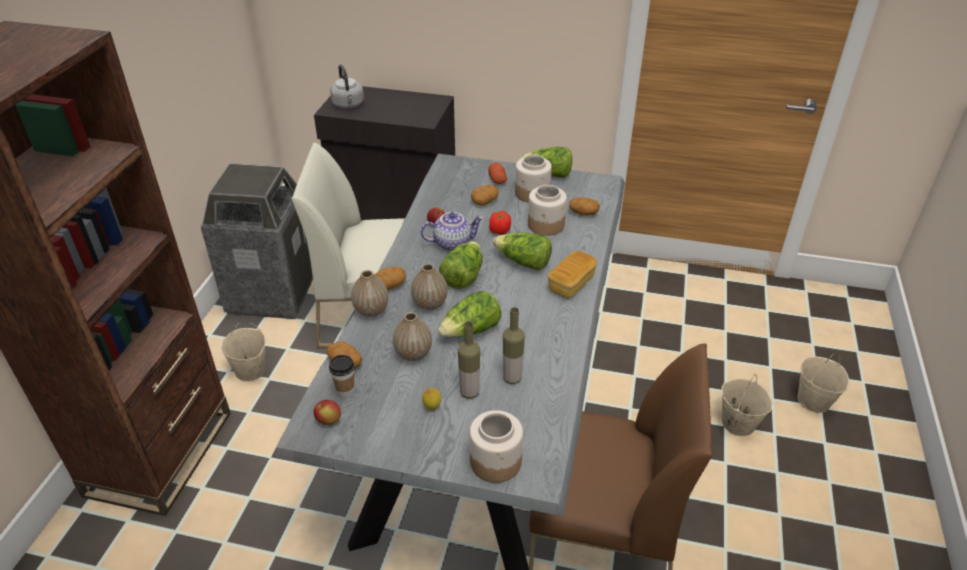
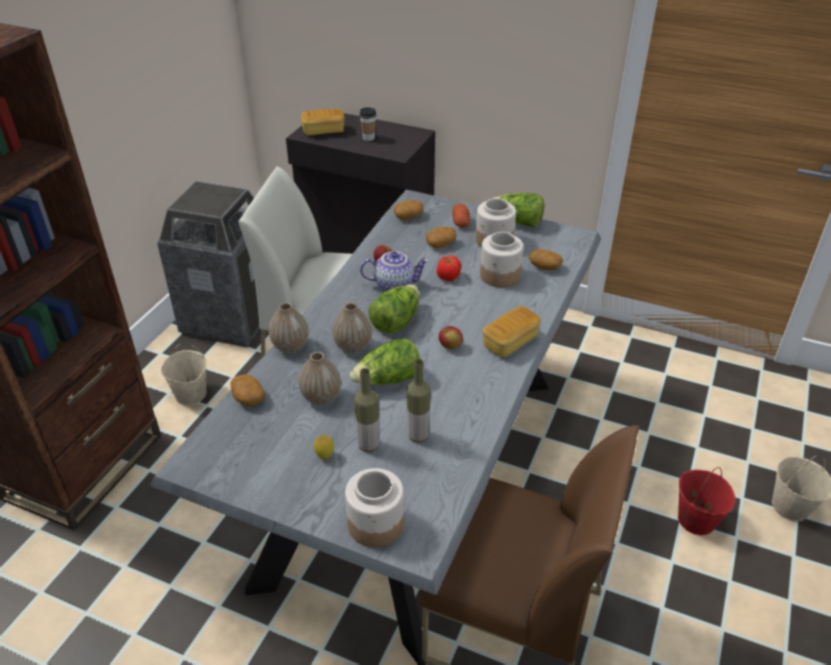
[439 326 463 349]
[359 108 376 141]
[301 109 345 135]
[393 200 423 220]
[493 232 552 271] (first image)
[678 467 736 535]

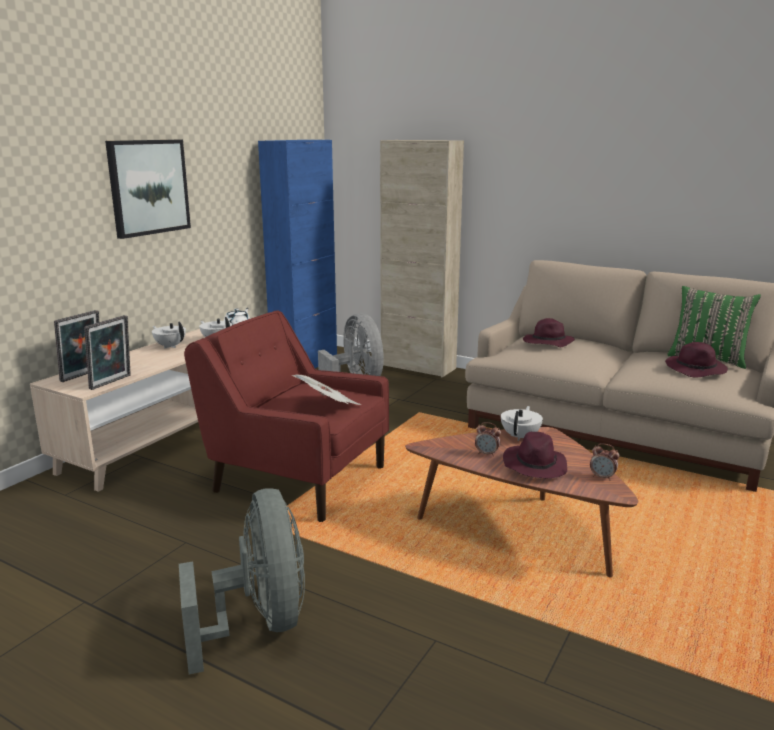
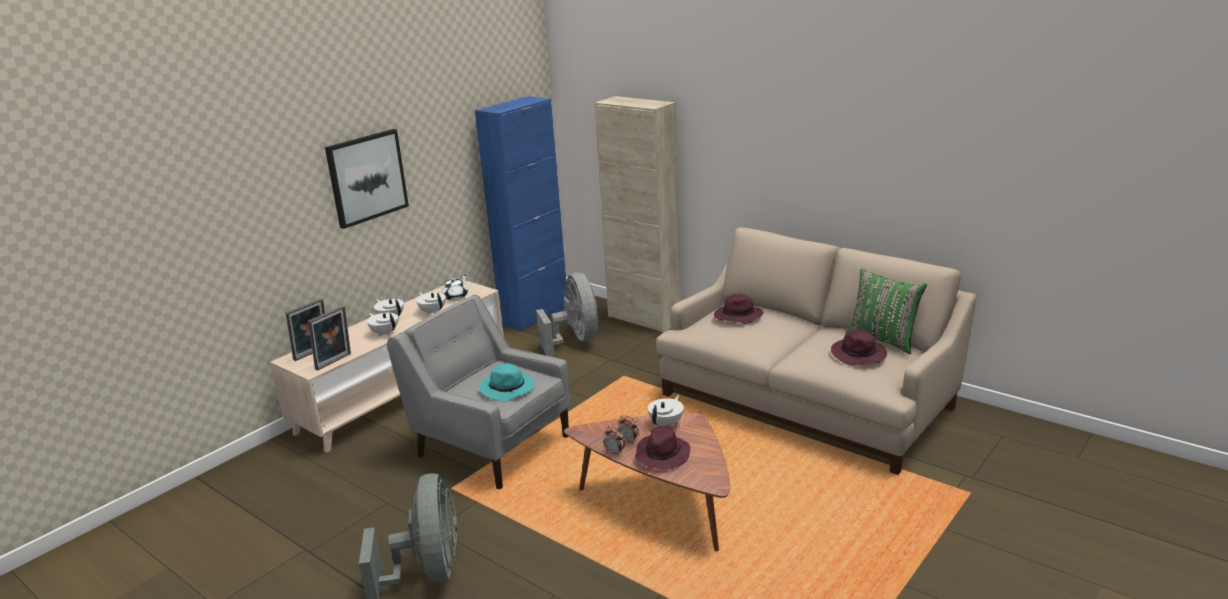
[387 295 572 489]
[479 363 535 401]
[603 426 625 456]
[367 313 398 336]

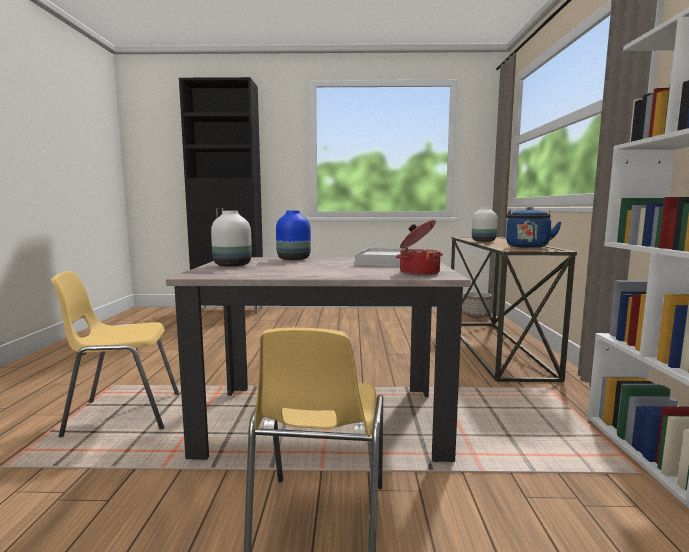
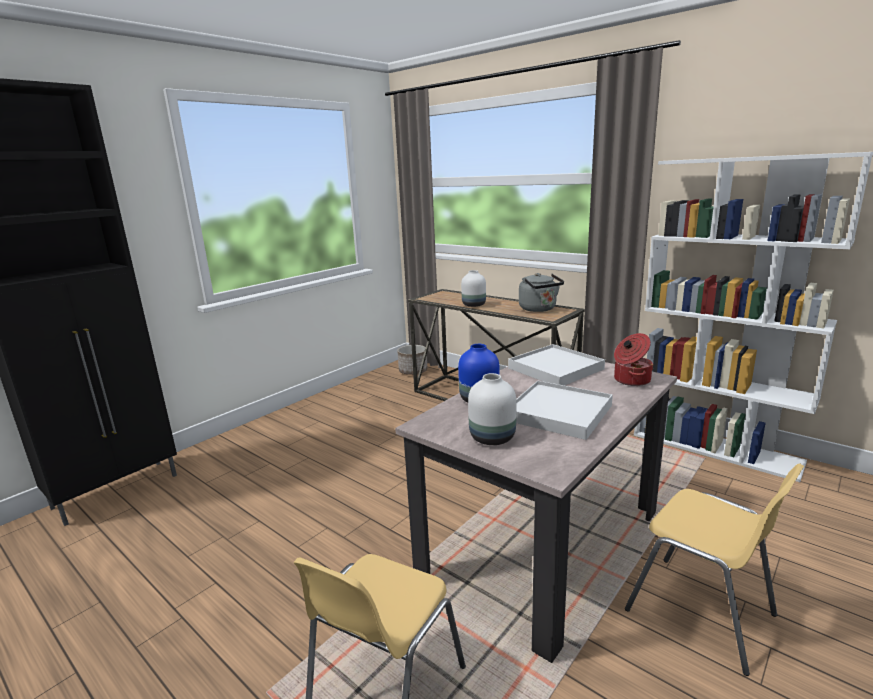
[519 273 564 312]
[516 381 613 440]

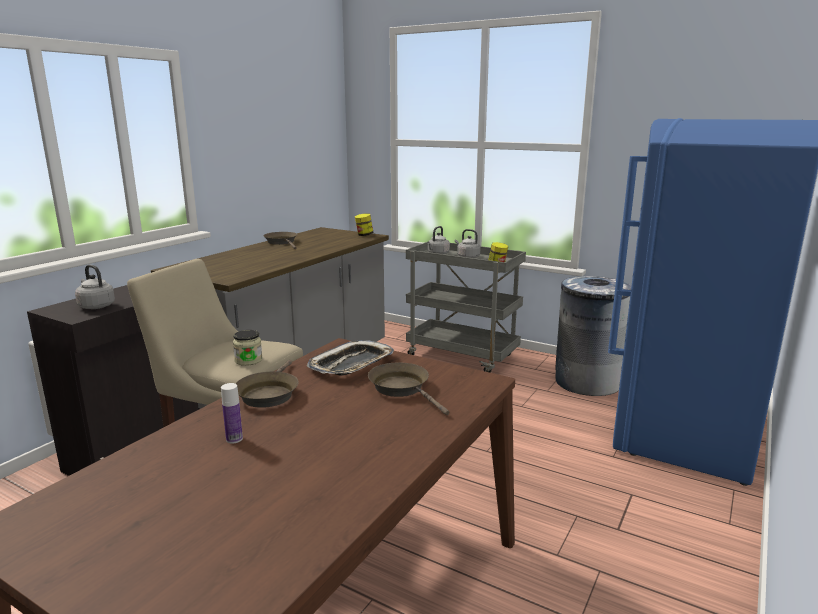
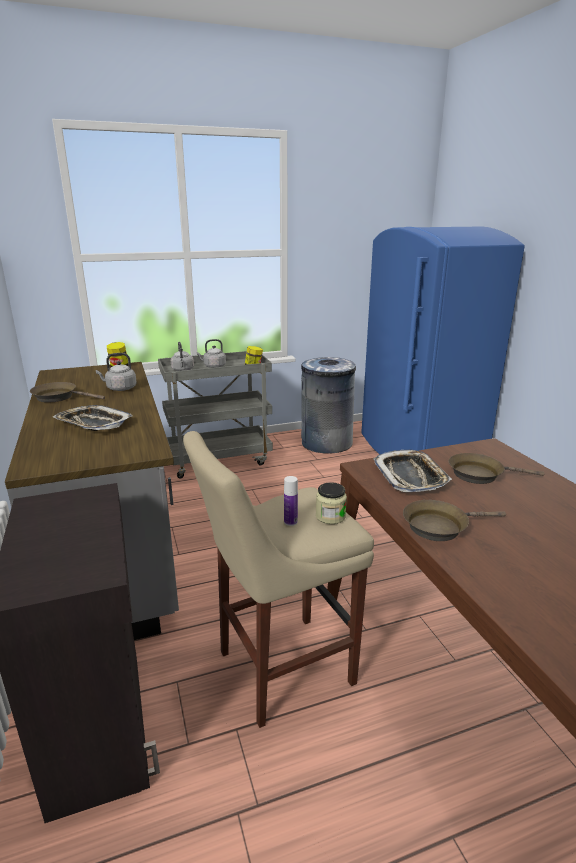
[96 353 137 391]
[284 476 298 526]
[403 500 506 541]
[53 405 133 431]

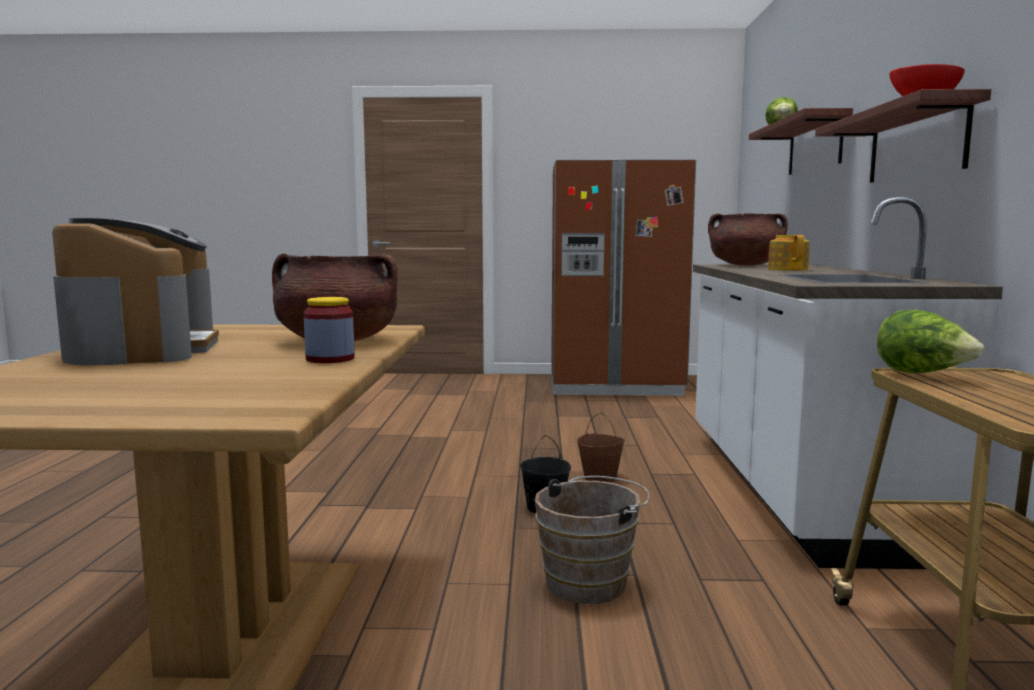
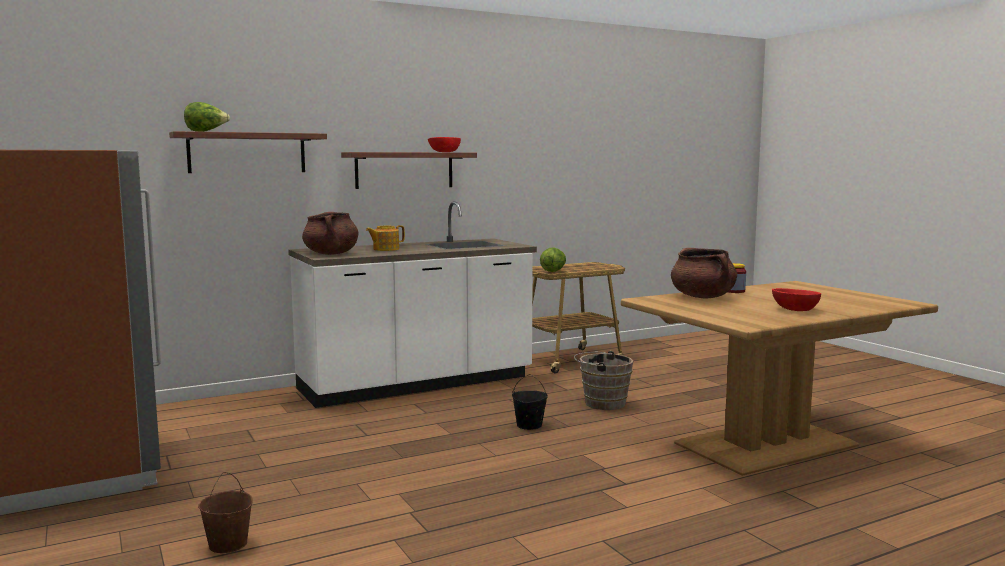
[772 288 821 311]
[198 472 253 553]

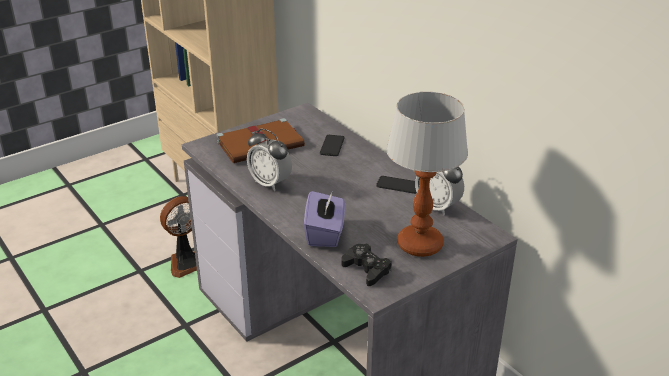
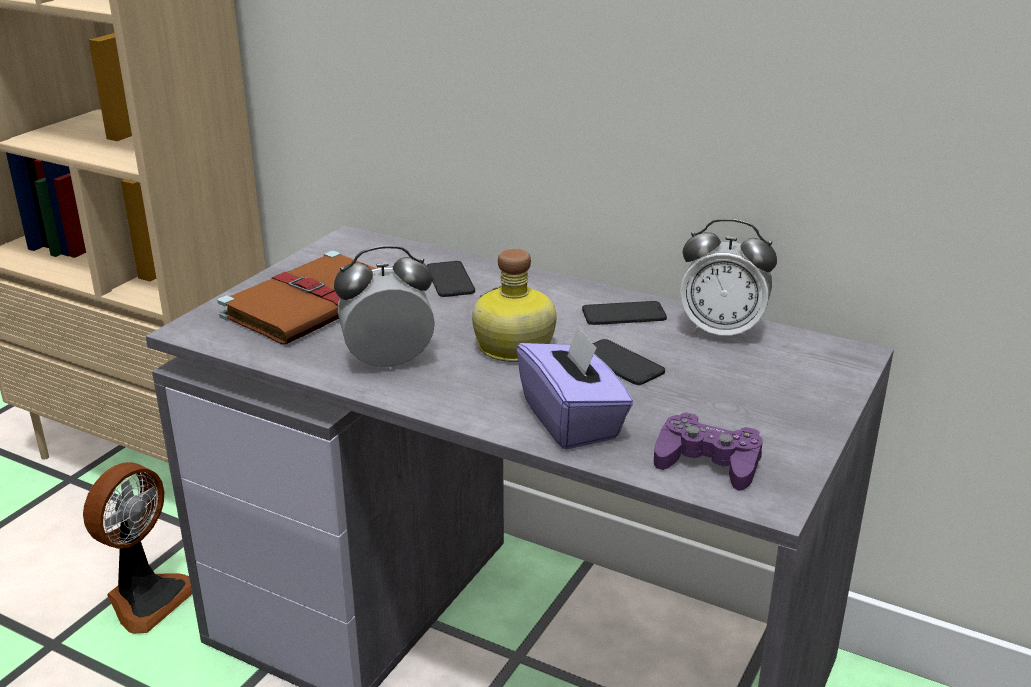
[334 245 435 369]
[654 413 763 491]
[386 92 468 257] (first image)
[472 249 557 362]
[592 339 665 385]

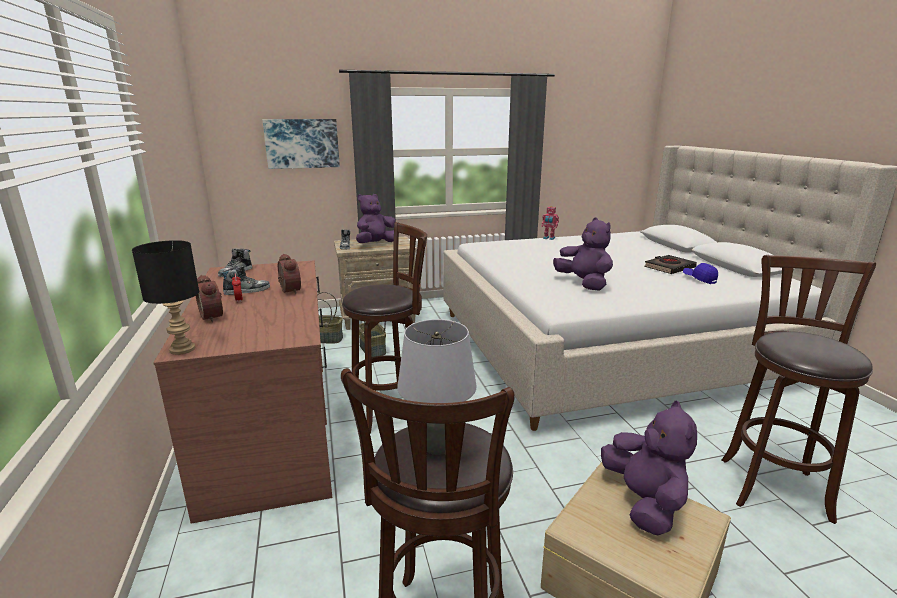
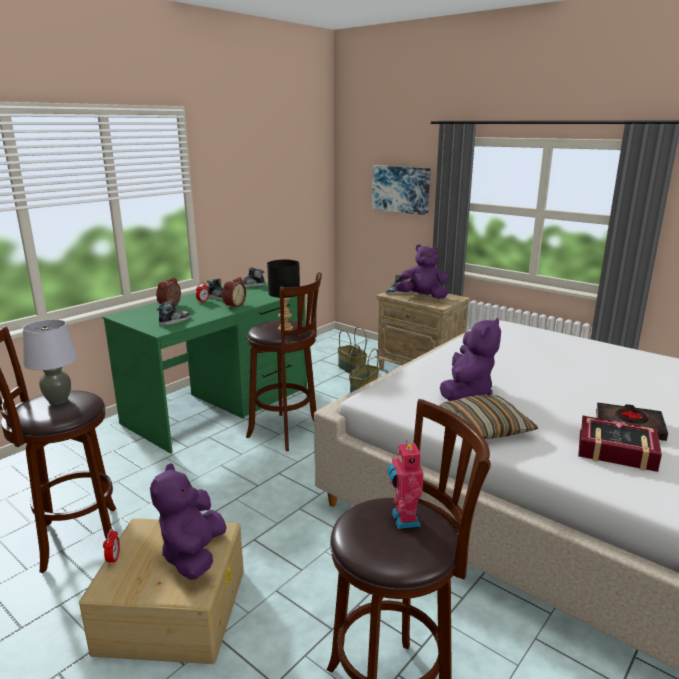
[267 260 300 331]
[102 282 307 454]
[388 440 423 529]
[150 463 227 580]
[578 416 662 472]
[103 529 120 565]
[157 300 191 326]
[440 395 538 439]

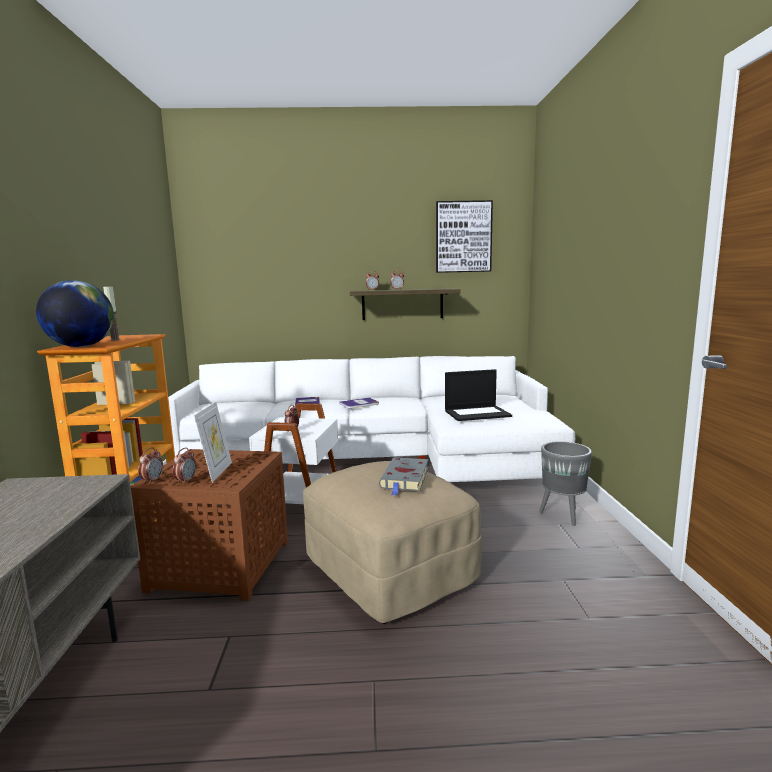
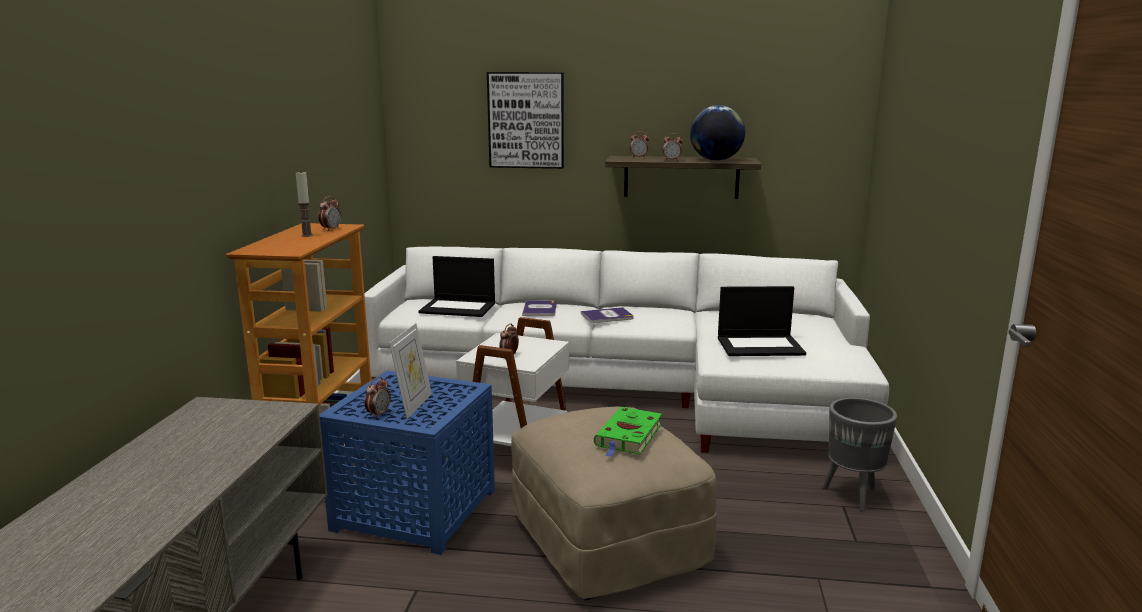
[690 105 745 161]
[319 370 495 555]
[318 196 341 231]
[594 407 662 457]
[487 72 564 169]
[419 256 495 317]

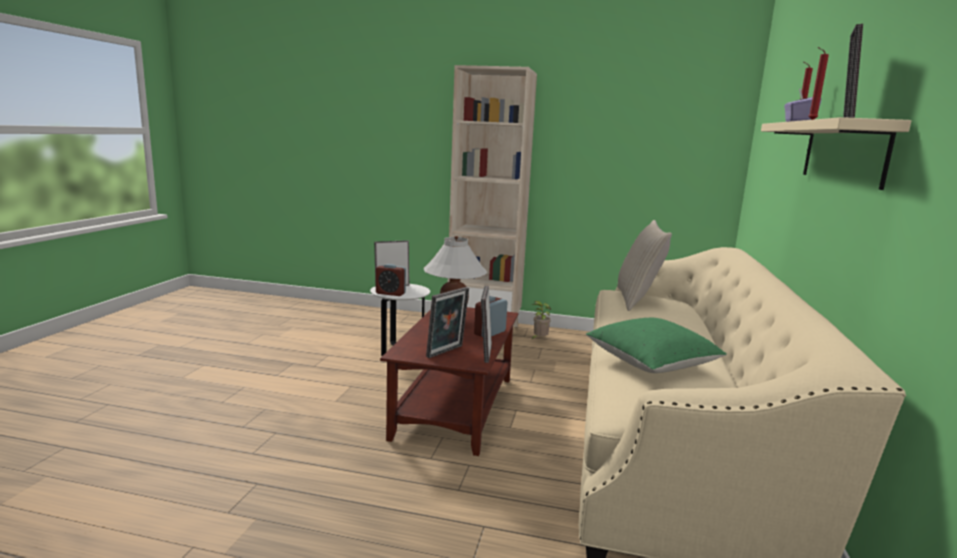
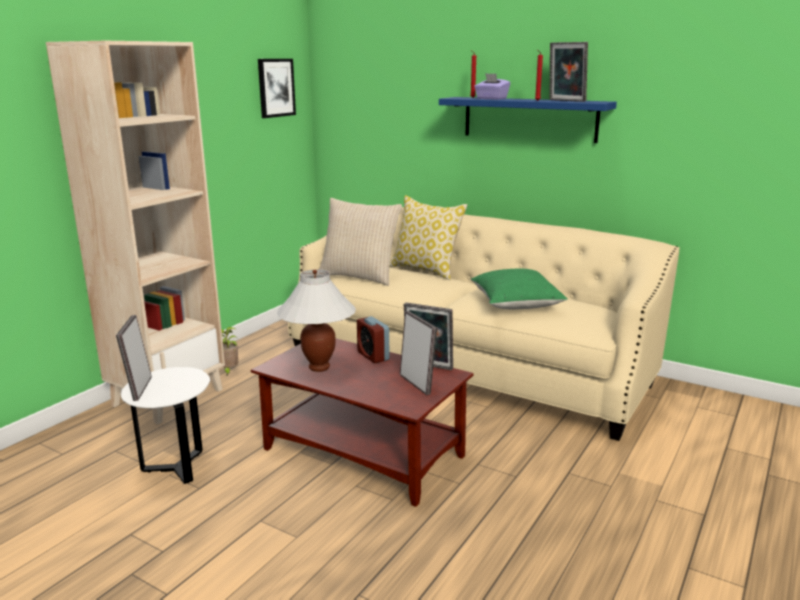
[376 264 406 296] (first image)
[439 97 617 143]
[258 59 296 118]
[390 195 468 280]

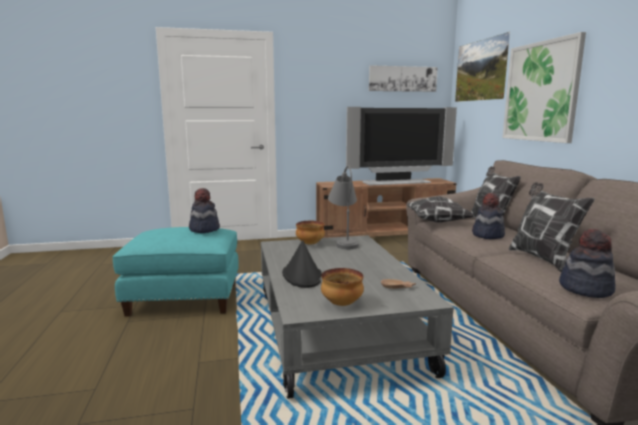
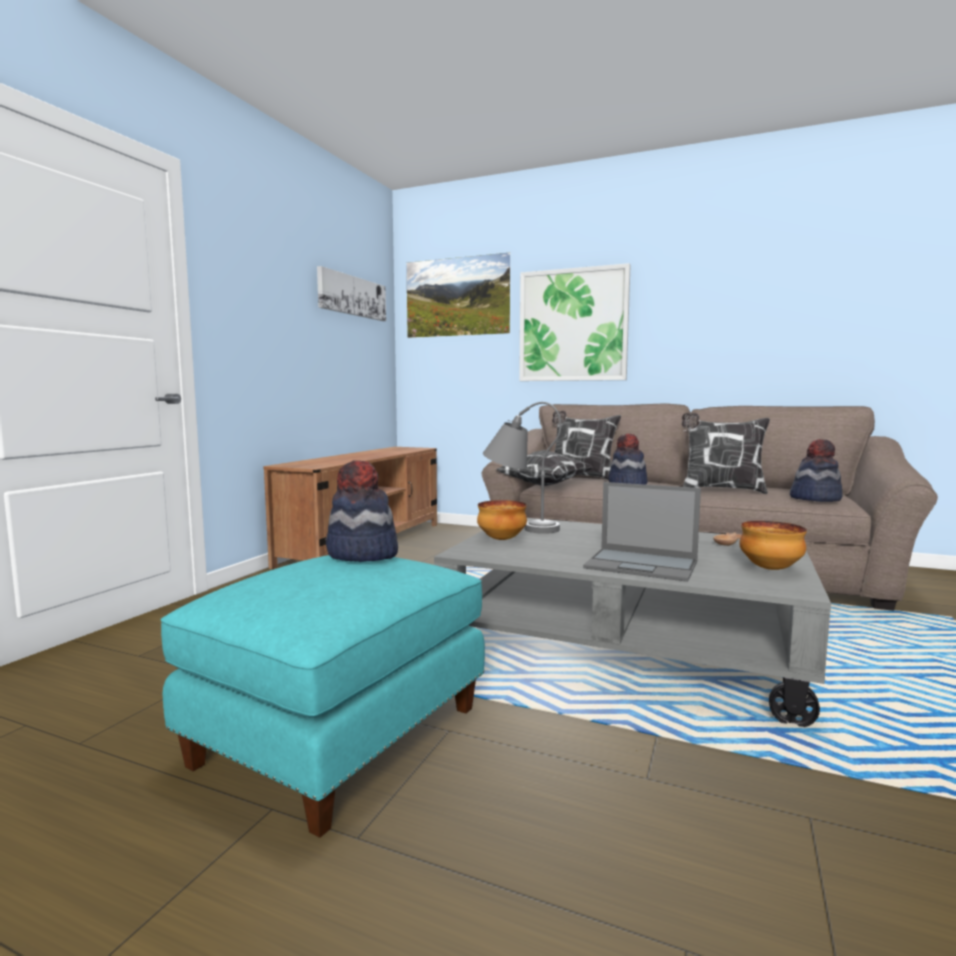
[583 482 701 582]
[346 107 457 185] (first image)

